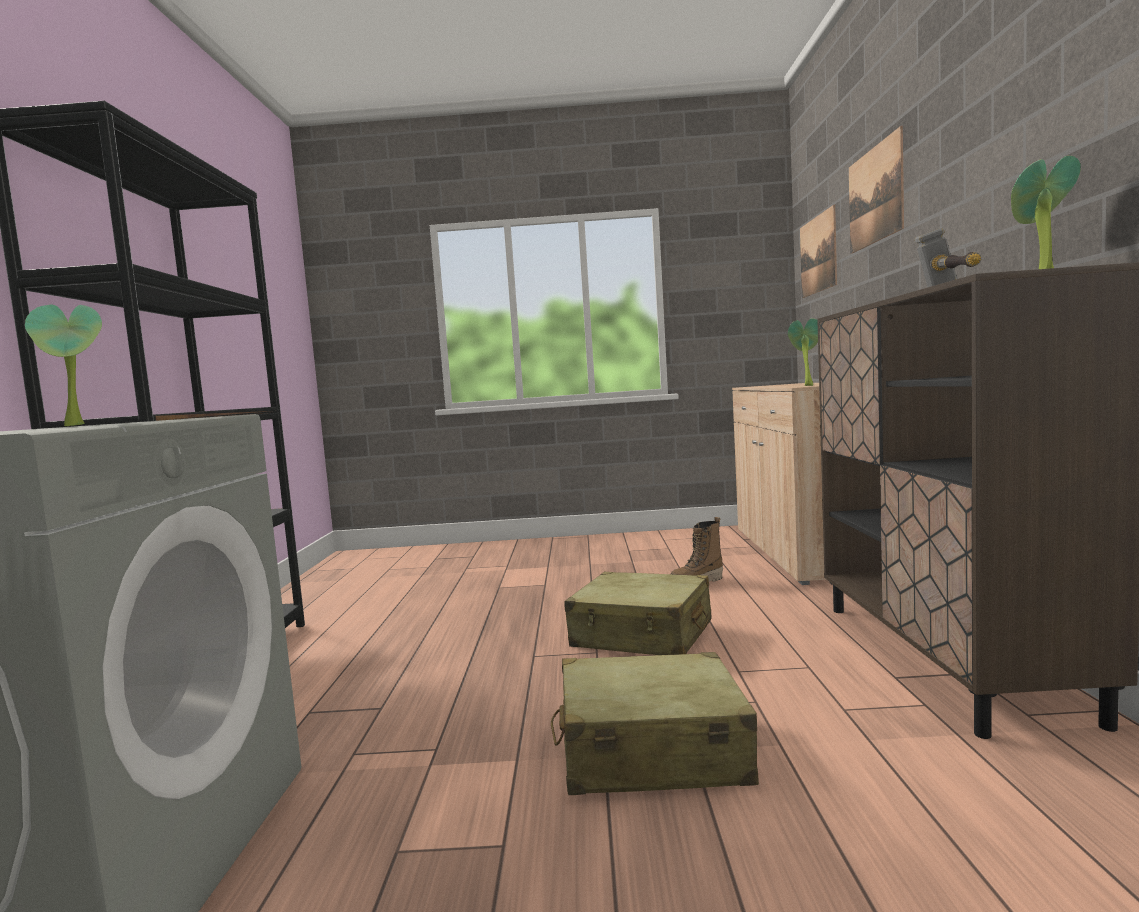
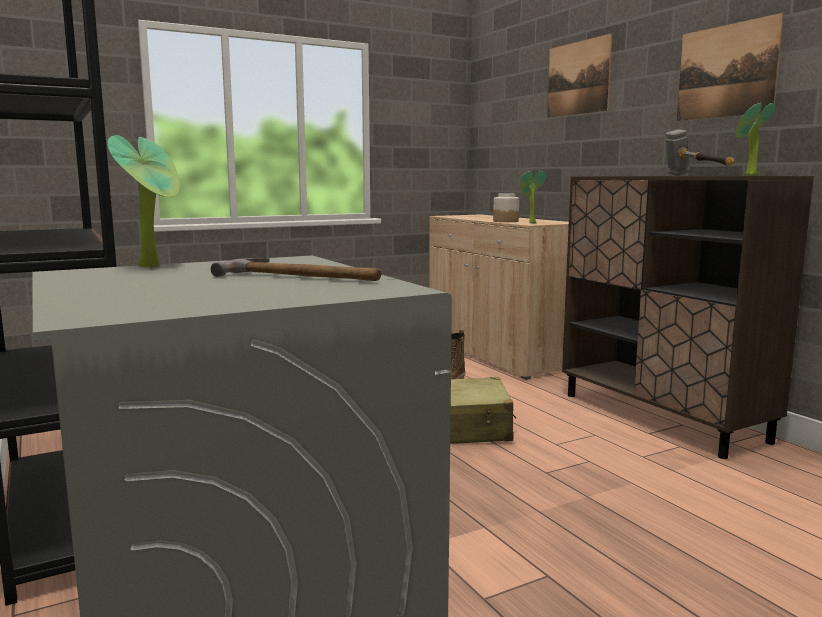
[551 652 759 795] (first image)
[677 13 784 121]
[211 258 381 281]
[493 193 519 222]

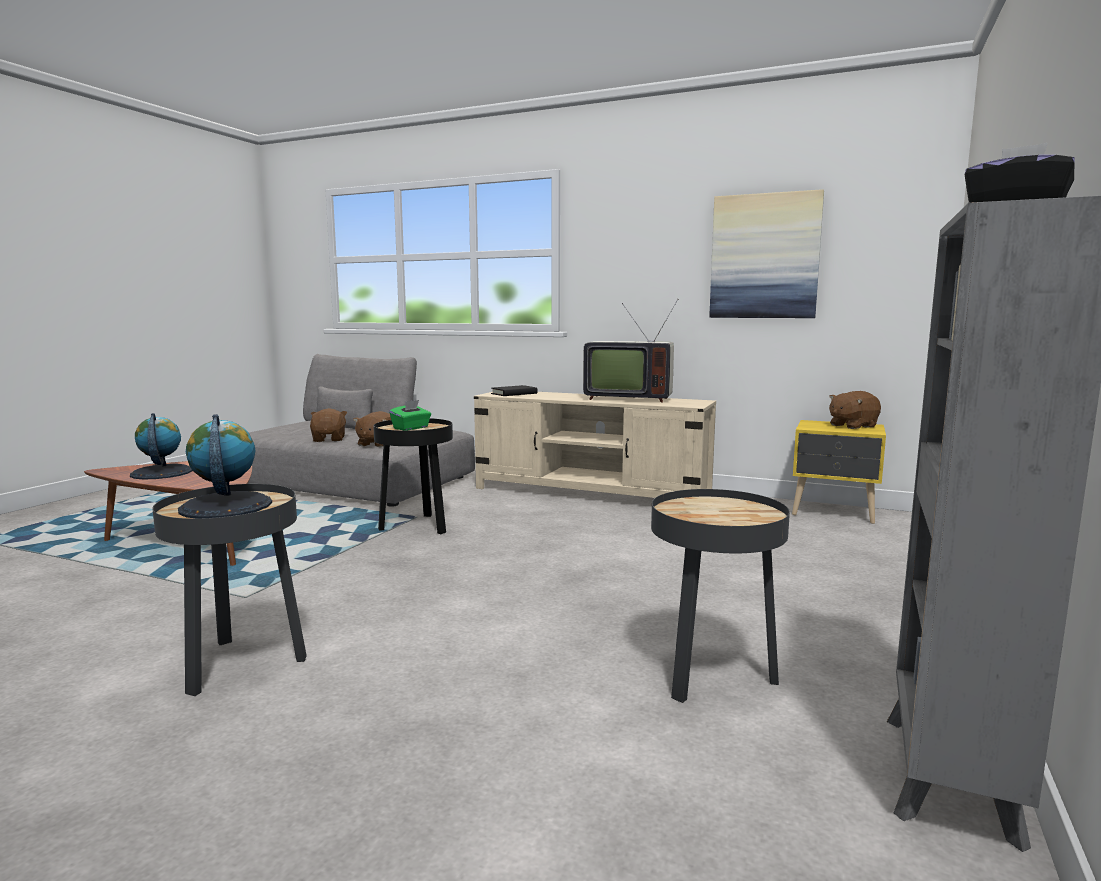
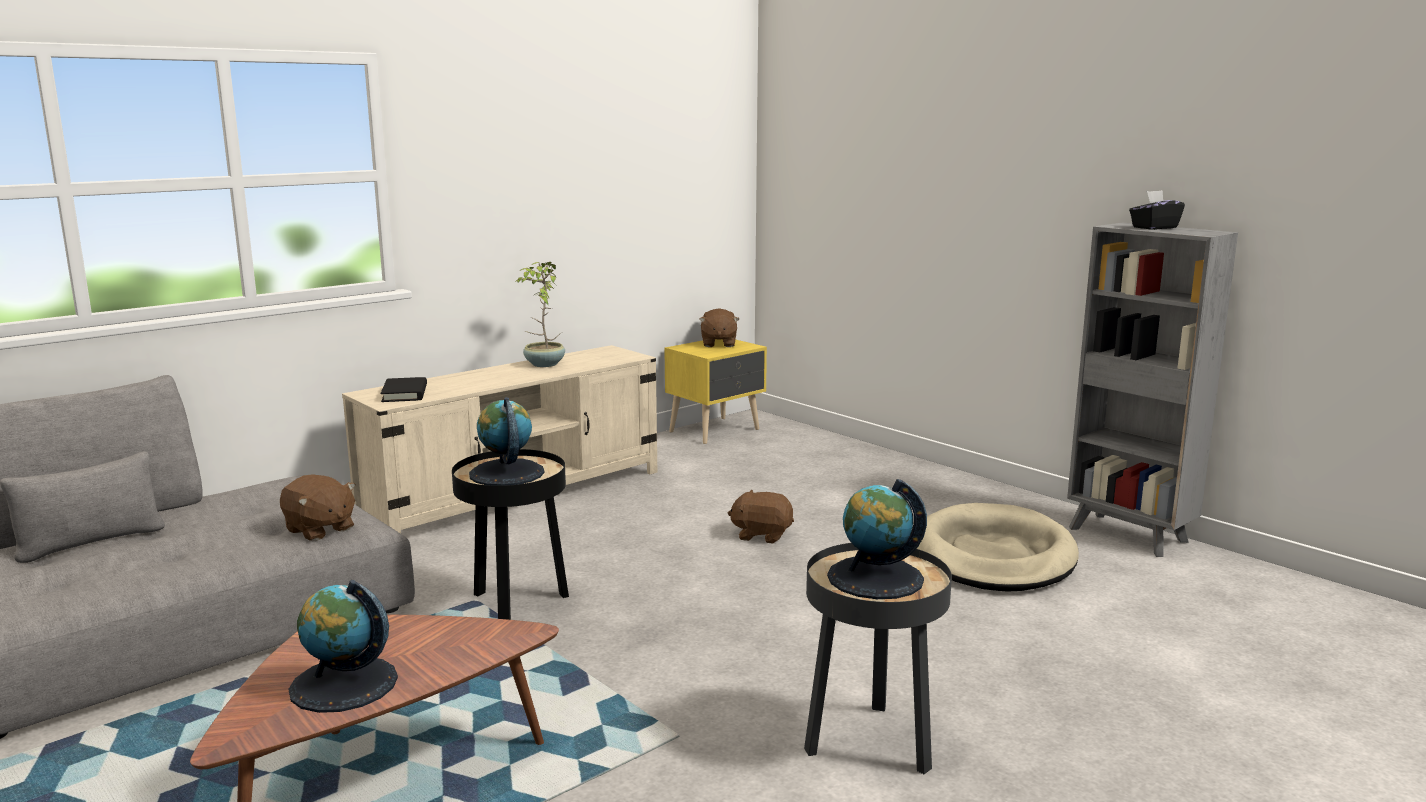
[728 490 794 544]
[469 397 544 486]
[515 262 565 367]
[917 503 1079 592]
[709 189 824 318] (first image)

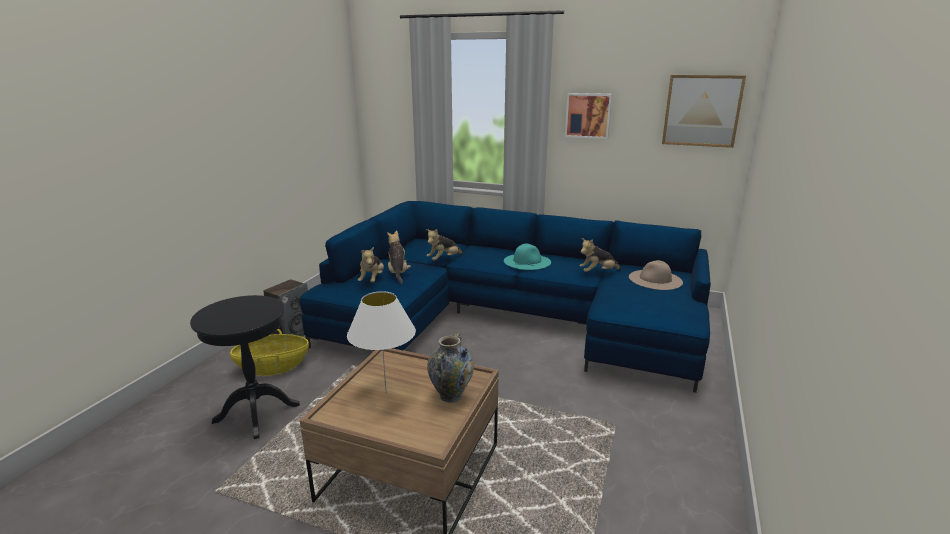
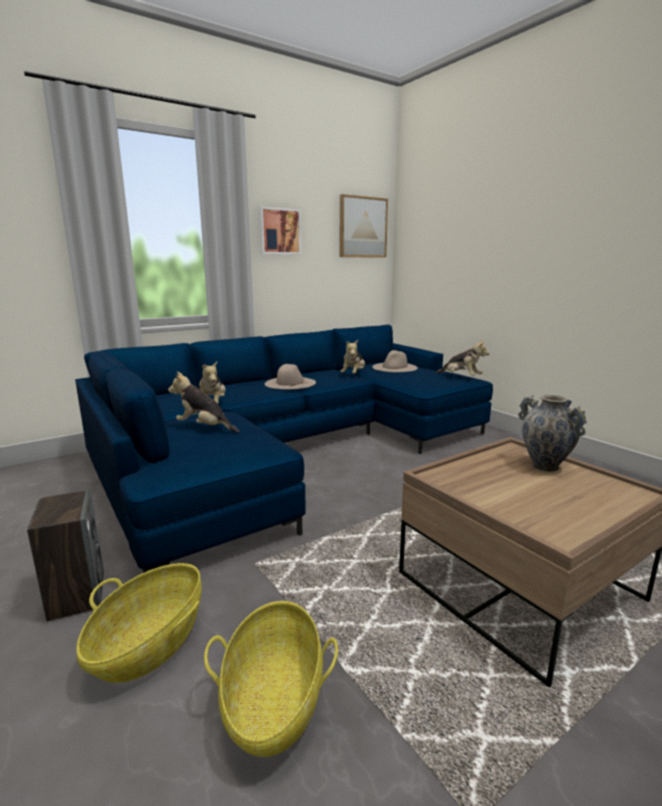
[204 601 338 757]
[347 291 416 391] (first image)
[436 339 489 376]
[264 364 316 390]

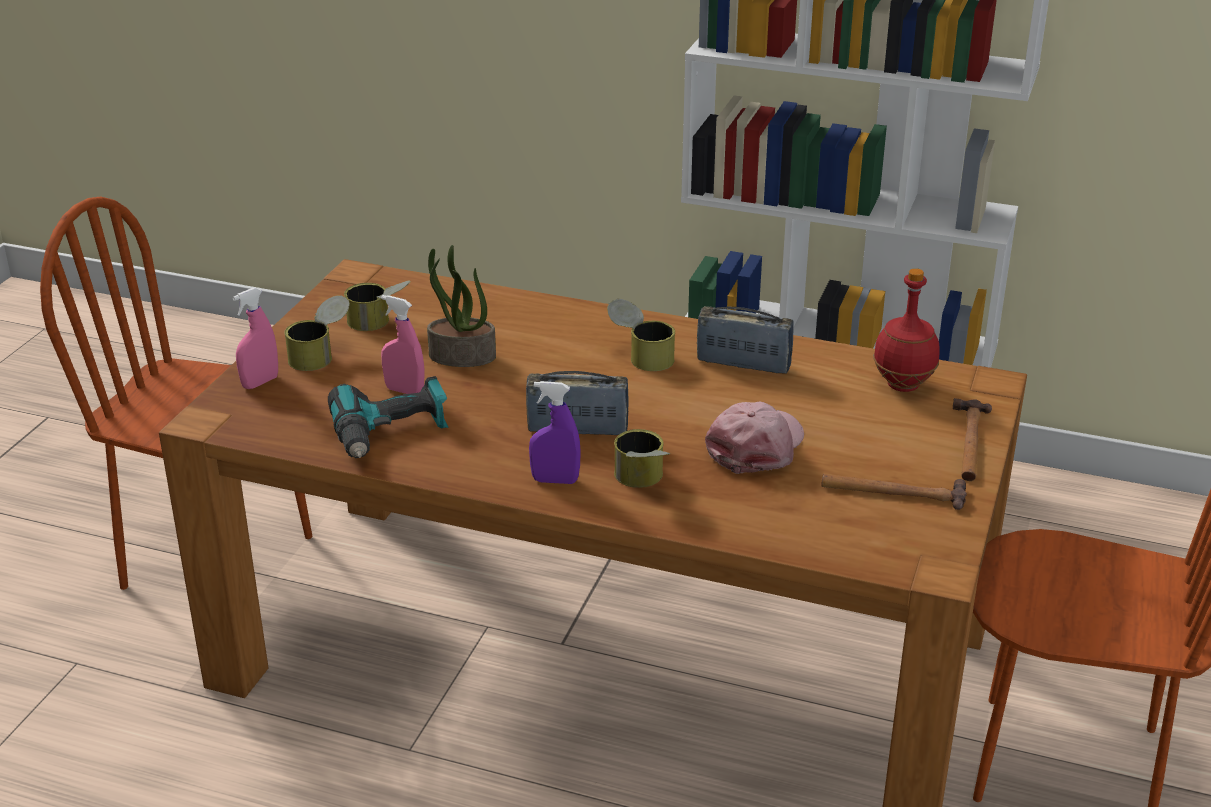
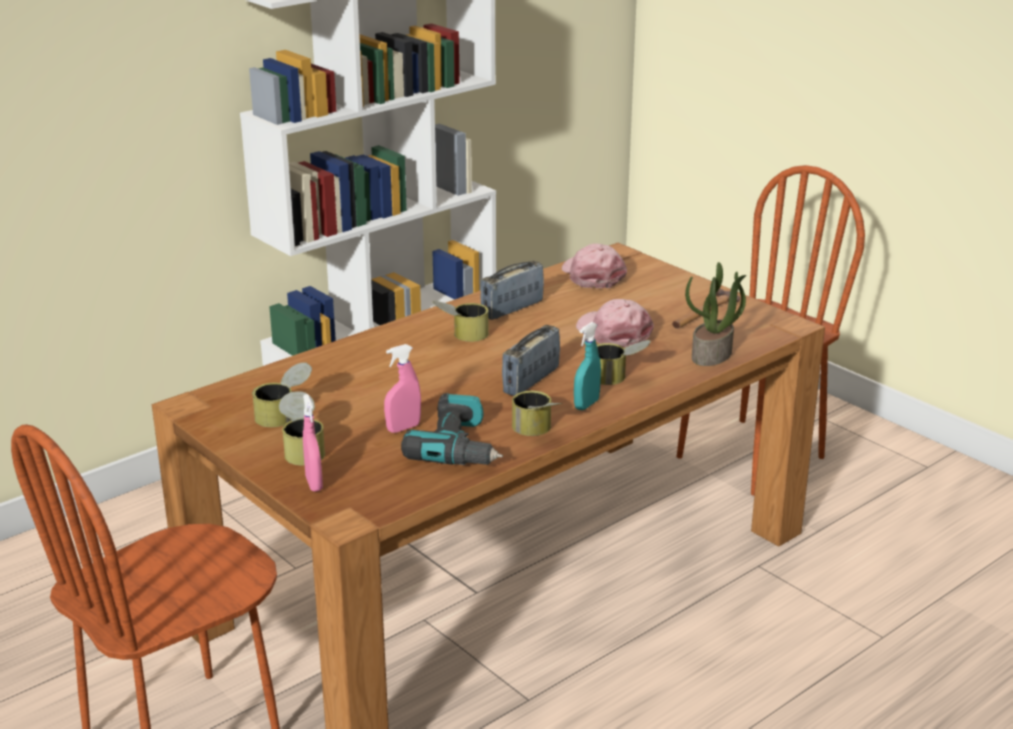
[685 262 746 366]
[574 322 601 410]
[562 244 627 288]
[953 398 992 481] (first image)
[512 391 563 436]

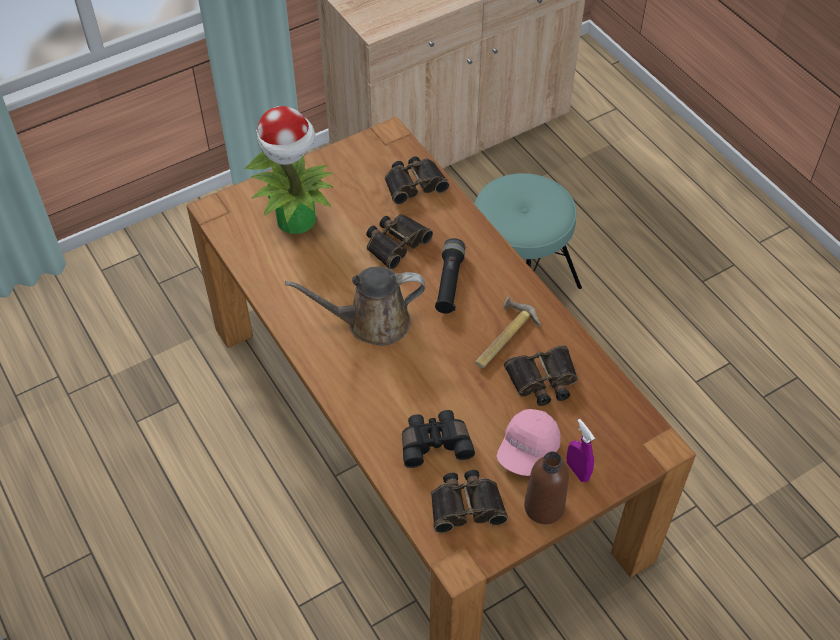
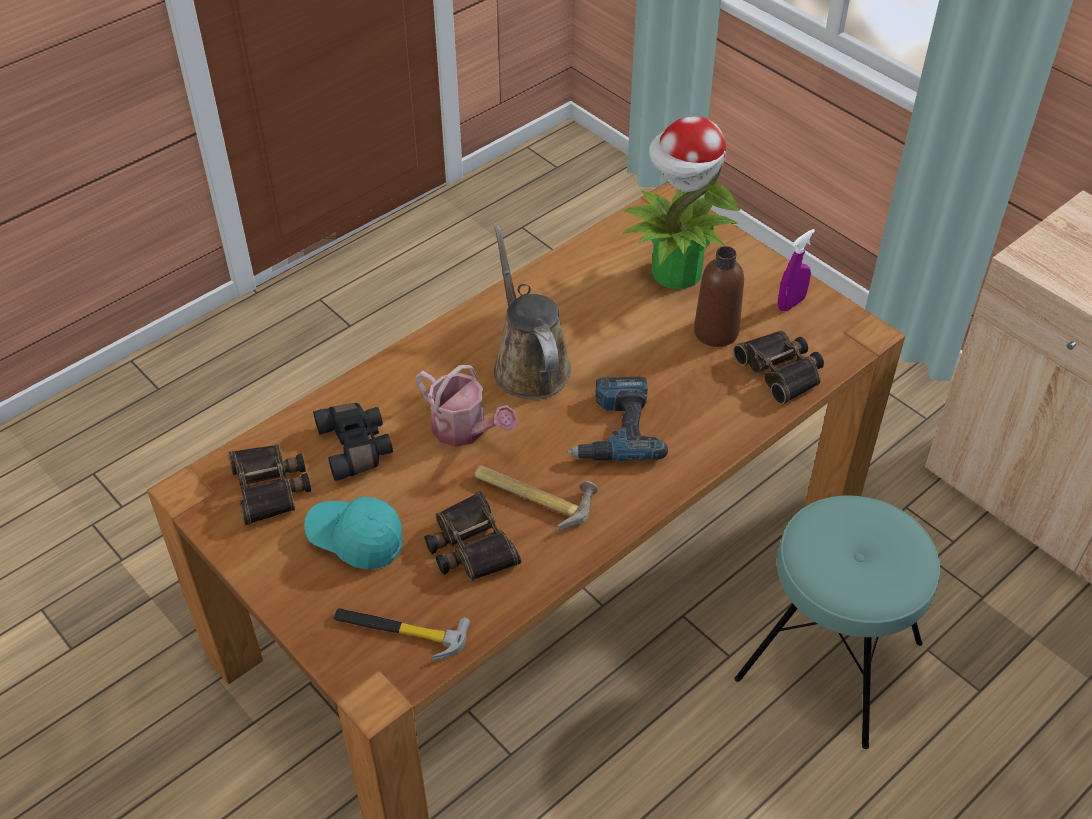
[366 214 433 270] (first image)
[568 377 668 461]
[304 496 403 570]
[694 246 744 347]
[778 229 815 311]
[334 608 470 661]
[415 365 517 447]

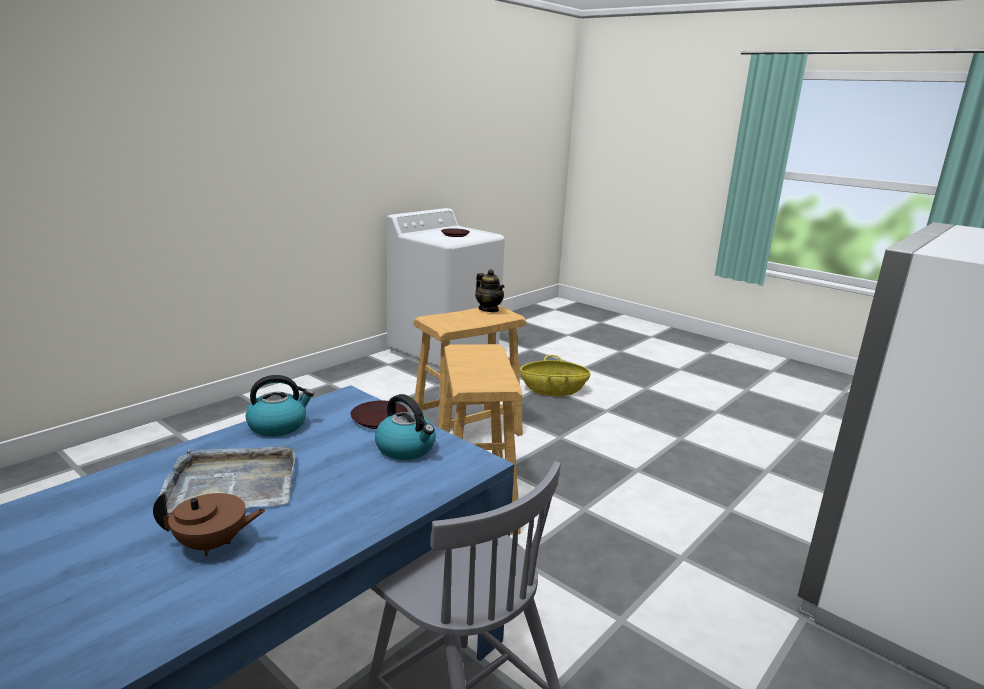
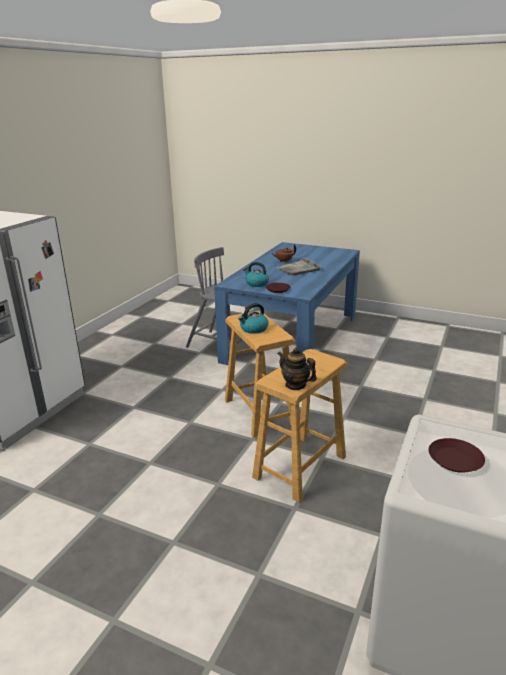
[238 303 268 334]
[520 355 590 396] (first image)

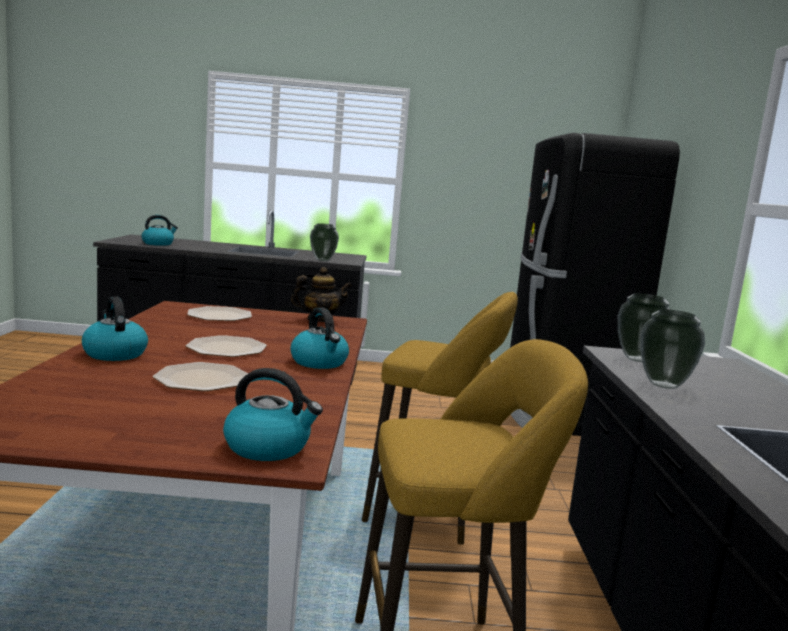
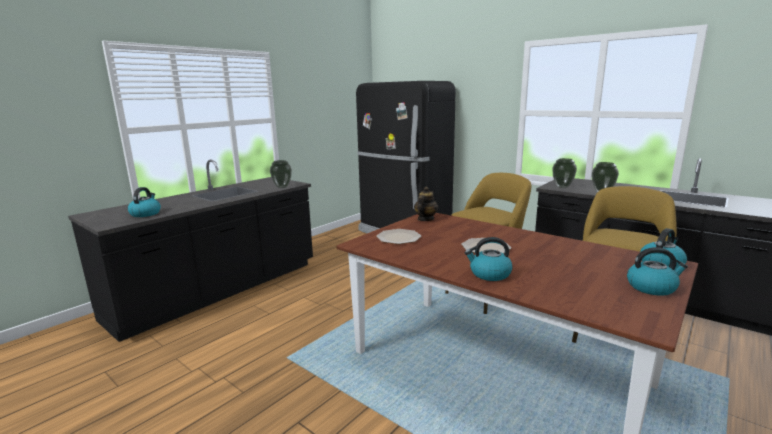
[153 362 248 391] (first image)
[627 247 688 296]

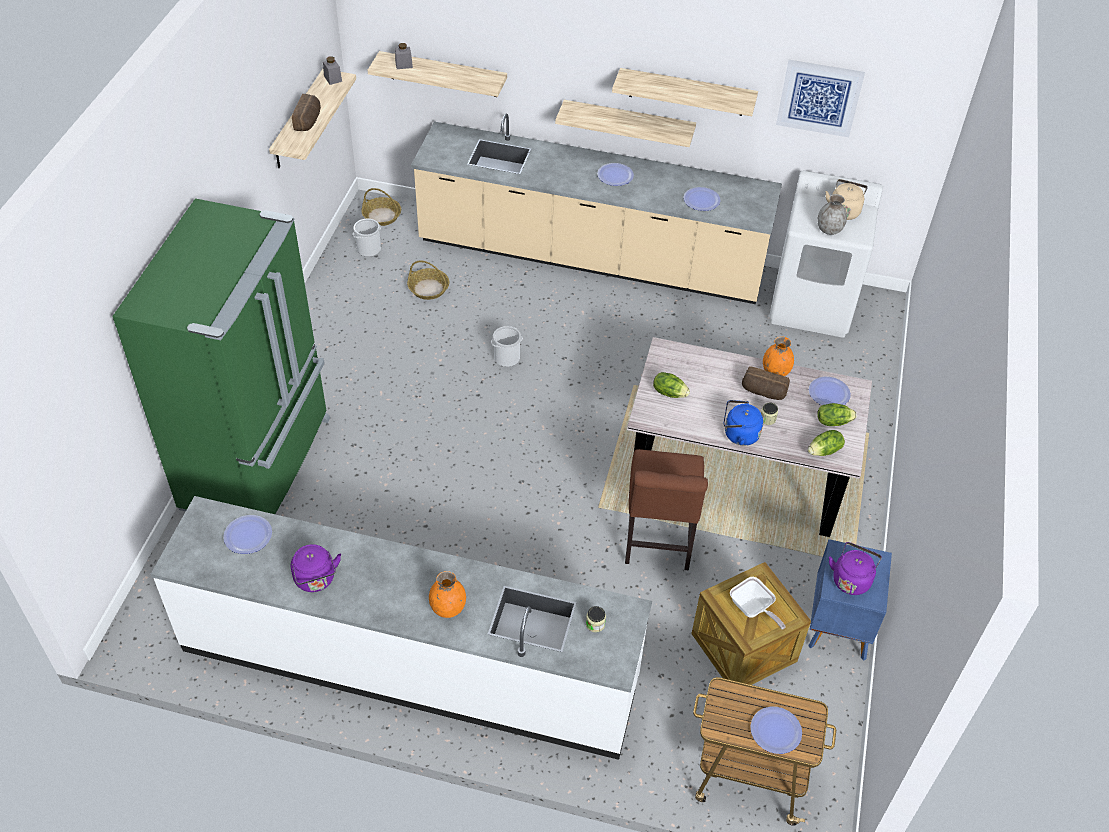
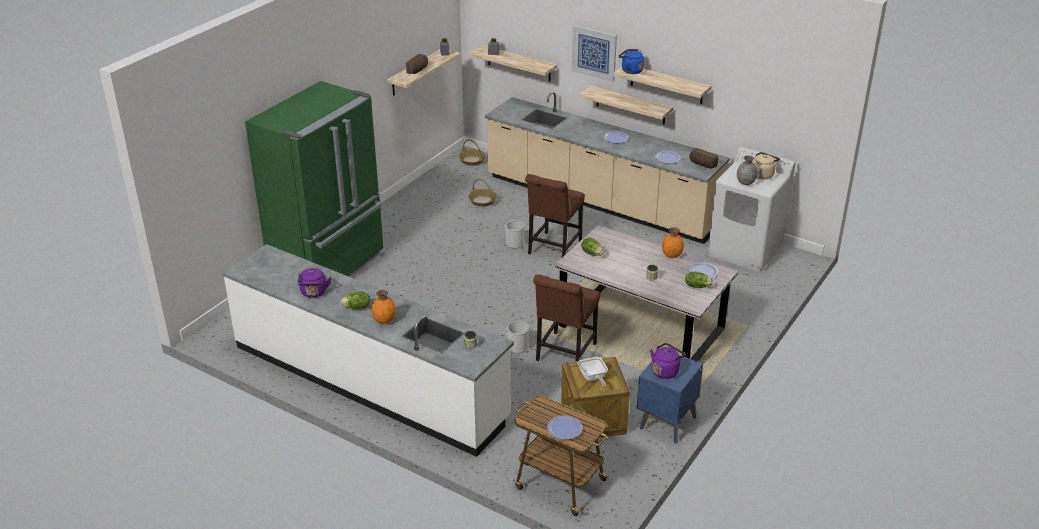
[223 515 272 554] (first image)
[505 321 531 353]
[619 49 644 74]
[689 148 718 168]
[572 25 617 82]
[340 292 370 309]
[525 174 585 257]

